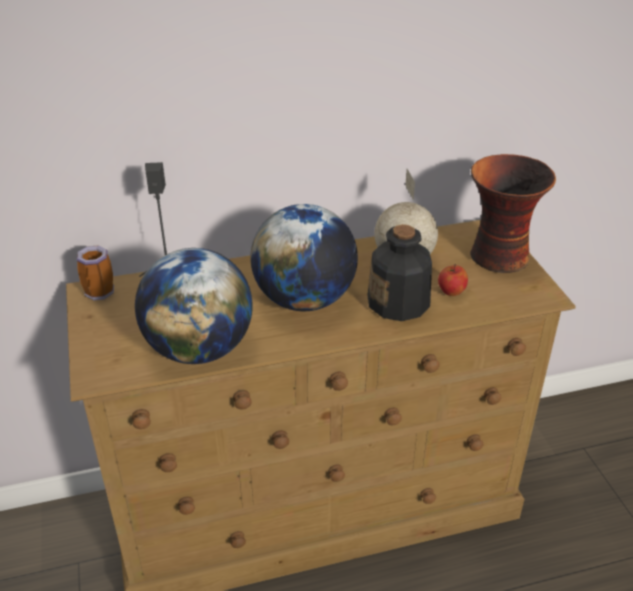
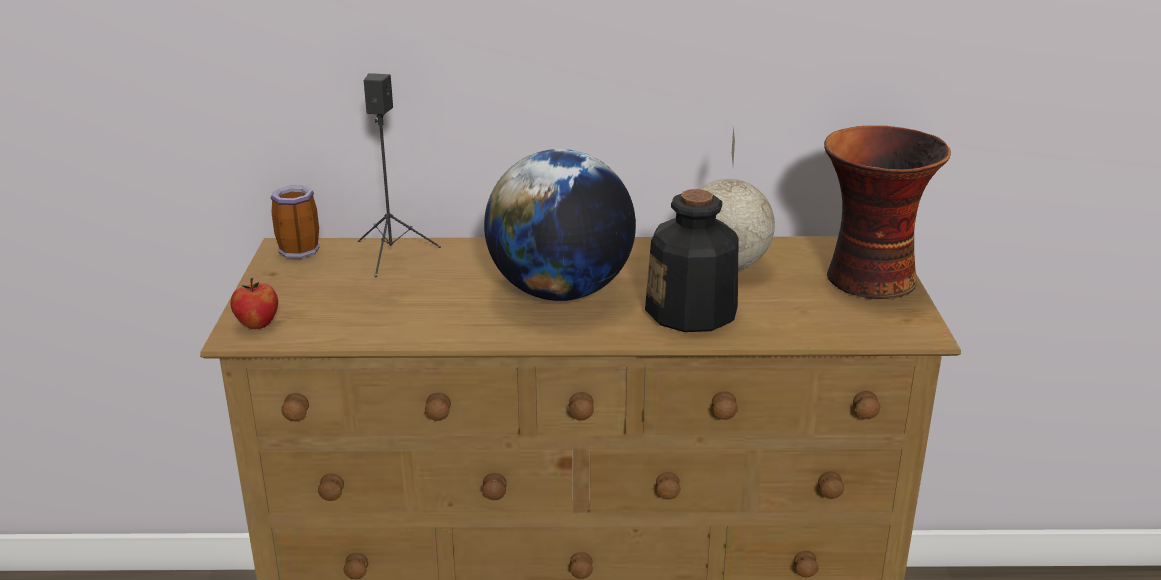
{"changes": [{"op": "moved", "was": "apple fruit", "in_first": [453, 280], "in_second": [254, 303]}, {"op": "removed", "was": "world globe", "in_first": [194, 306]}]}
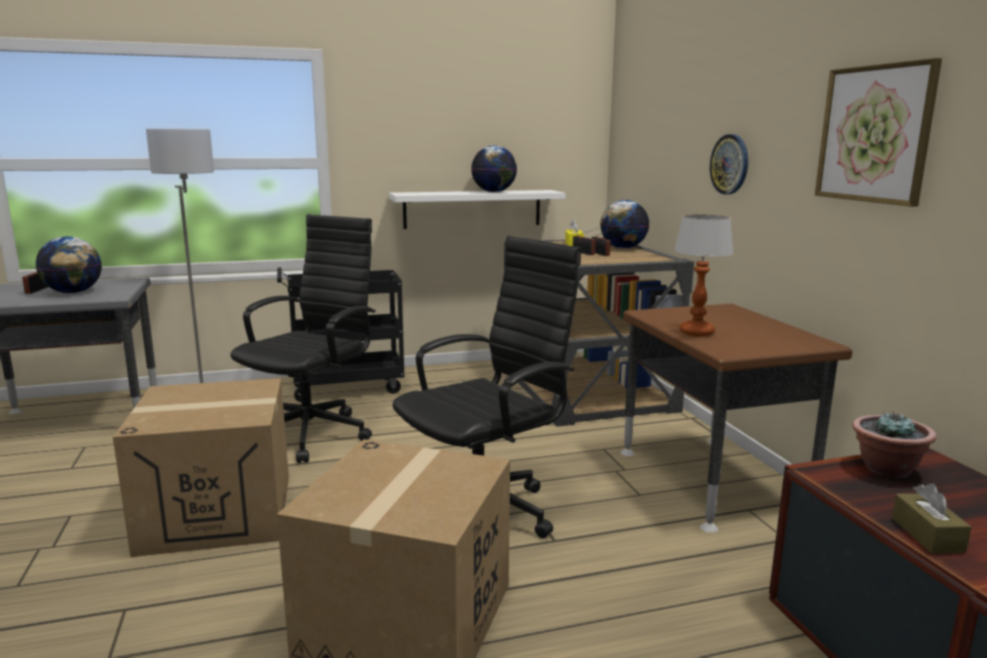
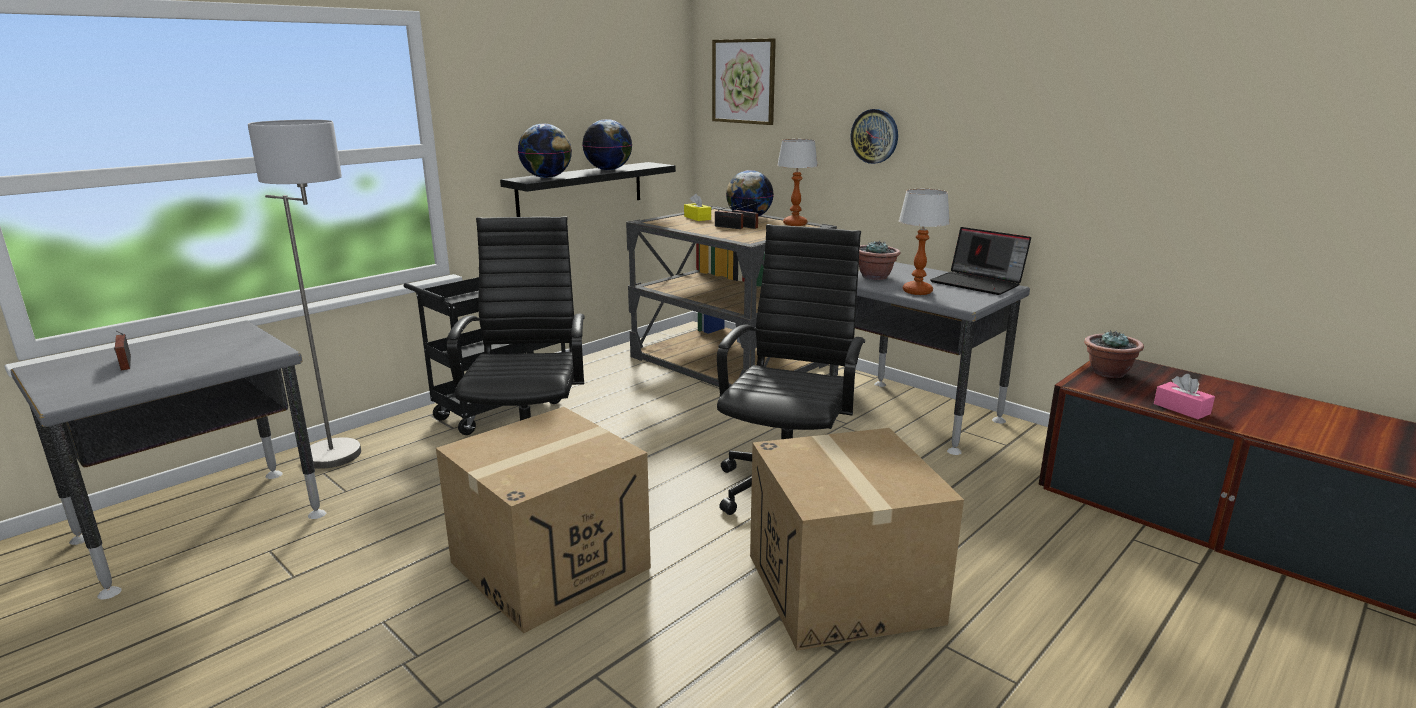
{"changes": [{"op": "recoloured", "was": "white wall shelf", "now": "black wall shelf", "in_first": [477, 209], "in_second": [588, 189]}, {"op": "moved", "was": "world globe", "in_first": [69, 264], "in_second": [545, 151]}, {"op": "moved", "was": "wall art", "in_first": [878, 132], "in_second": [744, 81]}, {"op": "added", "now": "lamp for a table", "in_second": [797, 182]}, {"op": "recoloured", "was": "brown desk unit", "now": "gray desk unit", "in_first": [736, 418], "in_second": [929, 358]}, {"op": "added", "now": "houseplant", "in_second": [879, 260]}, {"op": "added", "now": "laptop", "in_second": [980, 261]}, {"op": "recoloured", "was": "brown box of tissues", "now": "pink box of tissues", "in_first": [931, 518], "in_second": [1184, 396]}]}
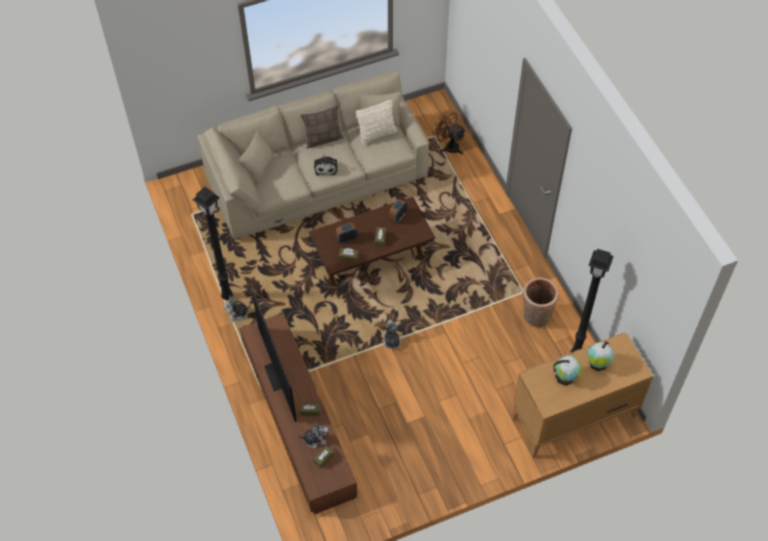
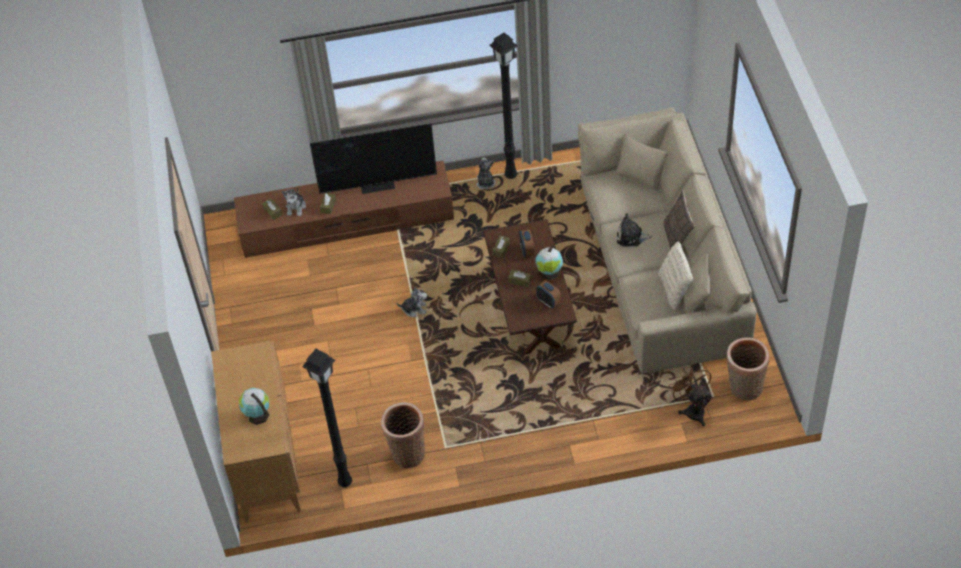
{"changes": [{"op": "moved", "was": "world globe", "in_first": [568, 370], "in_second": [549, 263]}, {"op": "turned", "was": "brown fan", "in_first": [449, 132], "in_second": [691, 395], "clockwise": -75}, {"op": "added", "now": "storage basket", "in_second": [747, 368]}]}
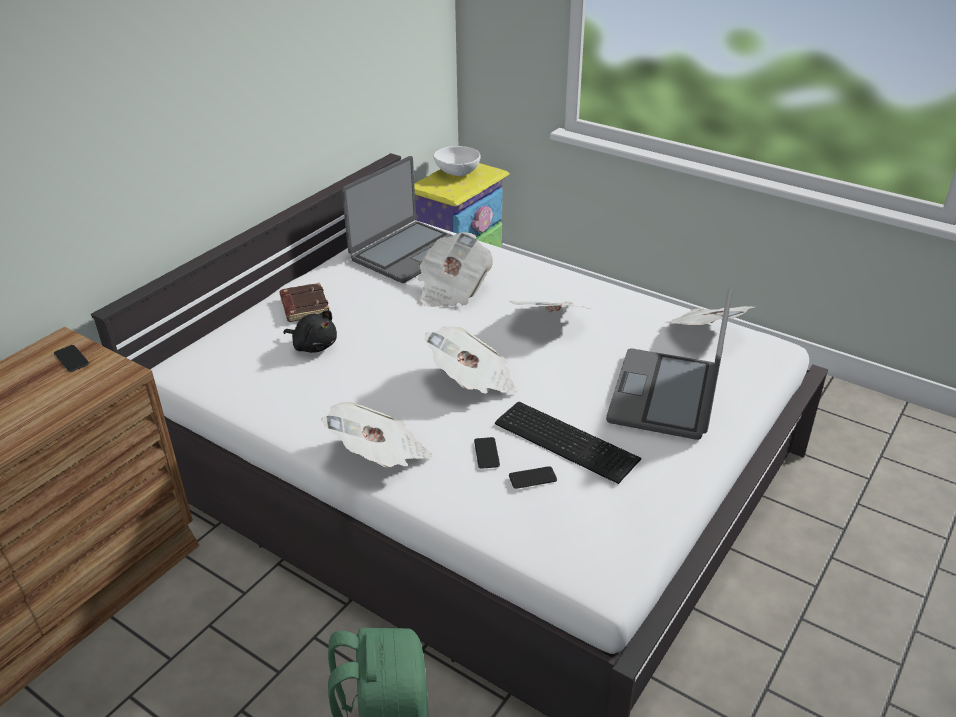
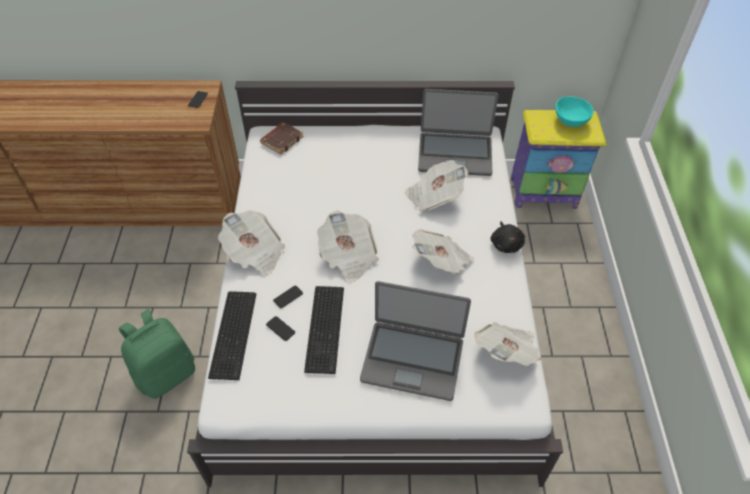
{"changes": [{"op": "added", "now": "PC keyboard", "in_second": [232, 335]}, {"op": "moved", "was": "brown bound book", "in_first": [304, 302], "in_second": [282, 138]}, {"op": "turned", "was": "laptop", "in_first": [669, 364], "in_second": [415, 341], "clockwise": -150}, {"op": "moved", "was": "black soft toy", "in_first": [310, 331], "in_second": [508, 237]}, {"op": "recoloured", "was": "white serving bowl", "now": "turquoise-coloured serving bowl", "in_first": [457, 161], "in_second": [574, 112]}]}
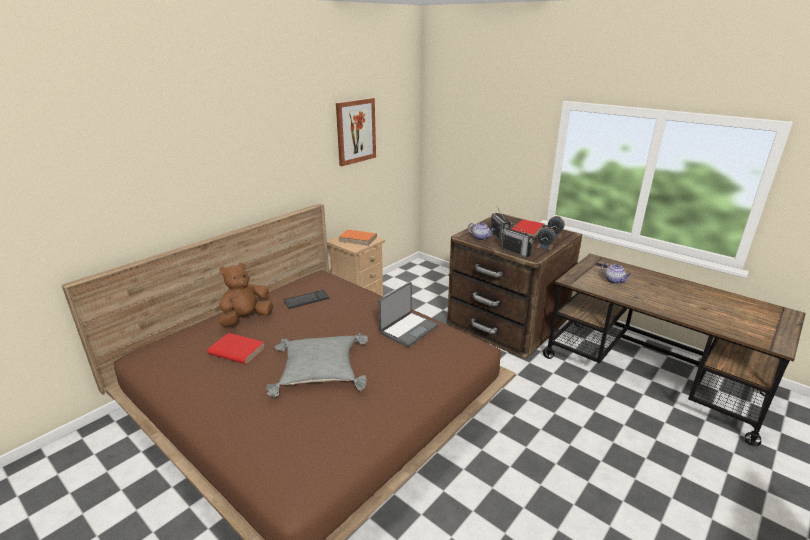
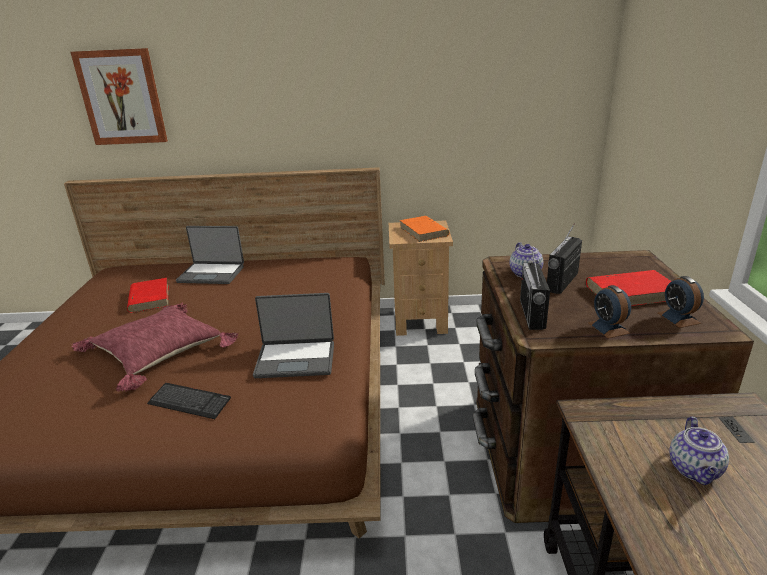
{"changes": [{"op": "moved", "was": "wall art", "in_first": [356, 132], "in_second": [119, 96]}, {"op": "recoloured", "was": "gray throw pillow", "now": "red throw pillow", "in_first": [317, 365], "in_second": [155, 347]}, {"op": "moved", "was": "PC keyboard", "in_first": [306, 299], "in_second": [189, 401]}, {"op": "replaced", "was": "brown soft toy", "now": "laptop", "in_first": [245, 294], "in_second": [210, 255]}]}
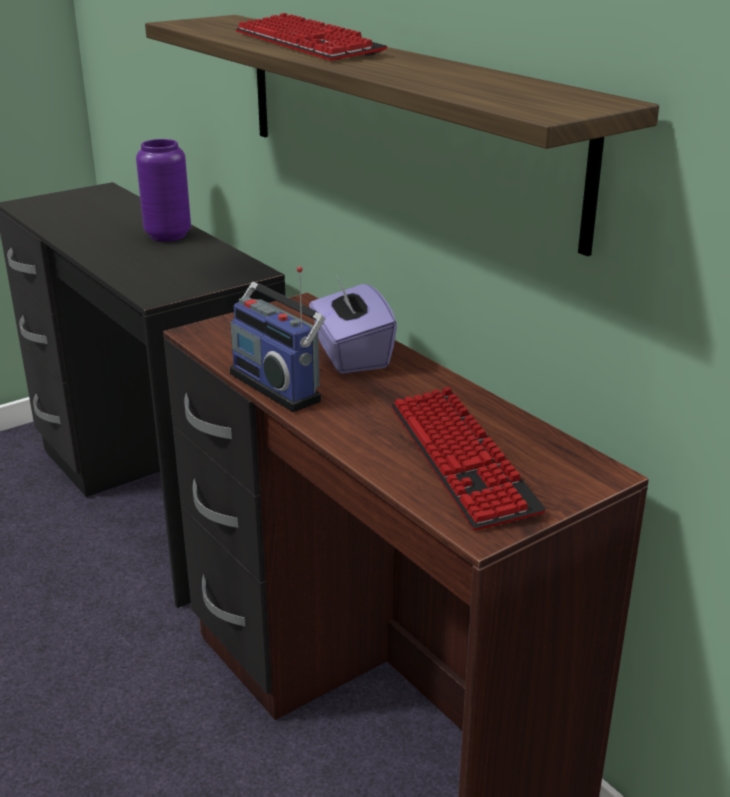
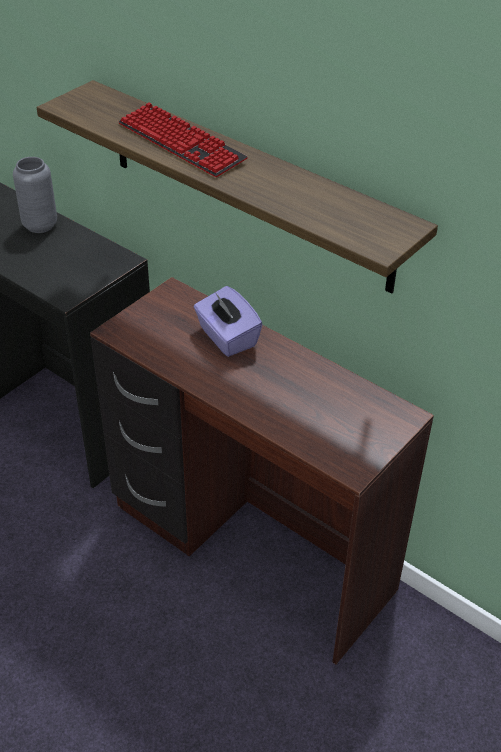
{"changes": [{"op": "recoloured", "was": "purplish vase", "now": "gray vase", "in_first": [163, 190], "in_second": [35, 195]}, {"op": "removed", "was": "radio set", "in_first": [277, 339]}, {"op": "removed", "was": "PC keyboard", "in_first": [468, 458]}]}
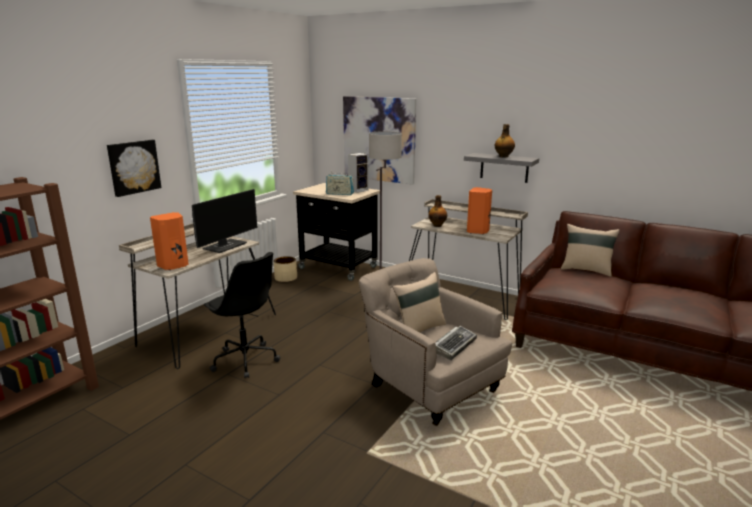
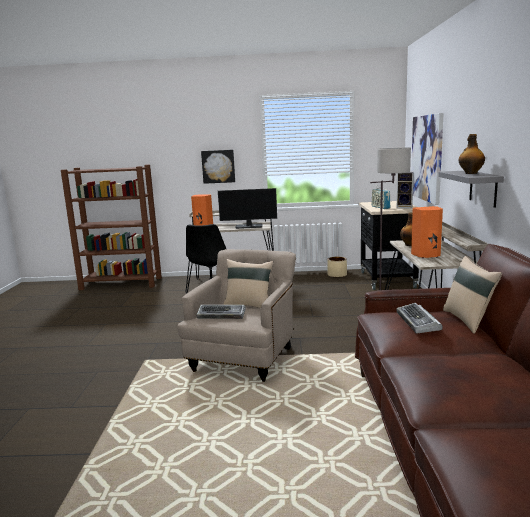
{"changes": [{"op": "added", "now": "PC keyboard", "in_second": [420, 318]}]}
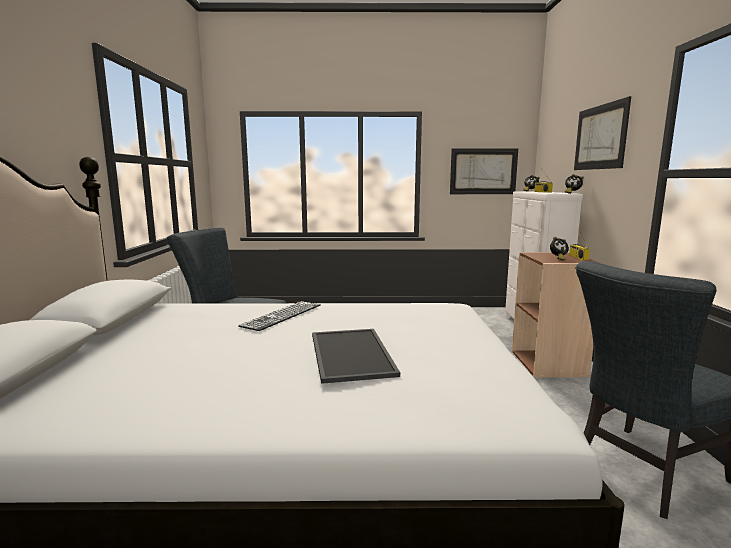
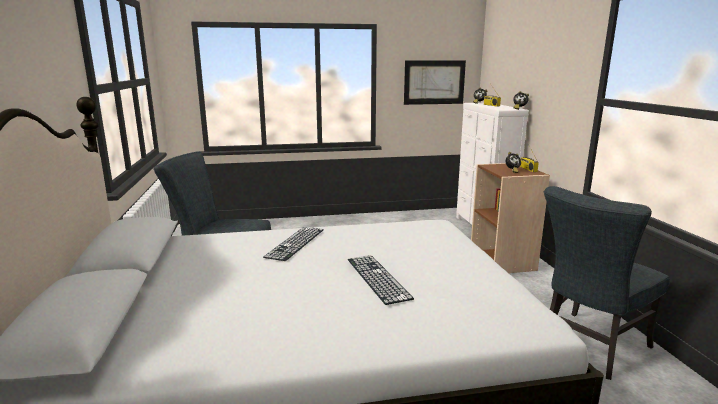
{"changes": [{"op": "replaced", "was": "tray", "now": "PC keyboard", "in_first": [356, 356], "in_second": [381, 280]}, {"op": "removed", "was": "wall art", "in_first": [602, 133]}]}
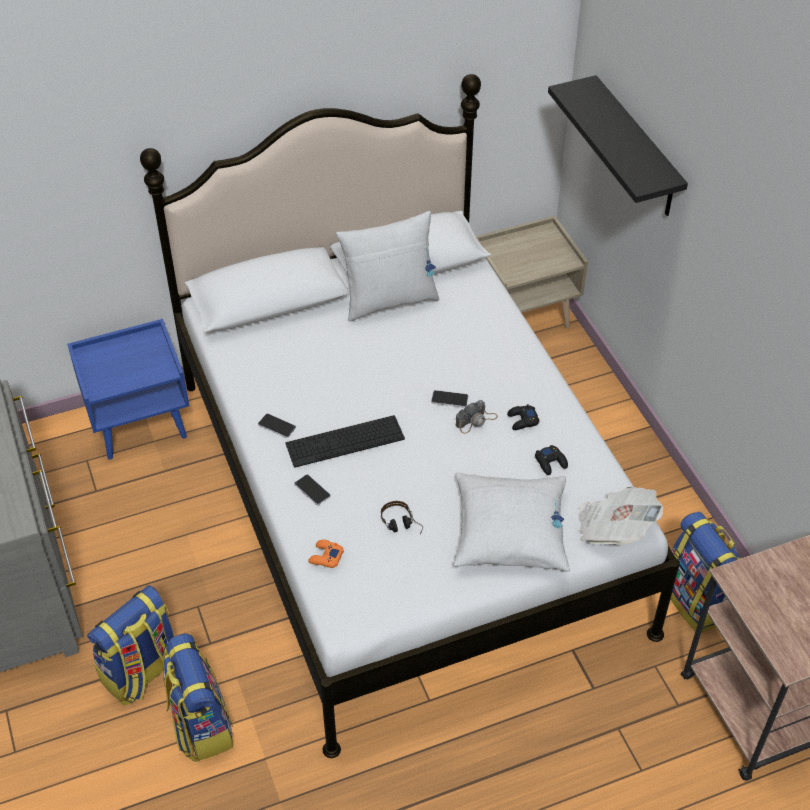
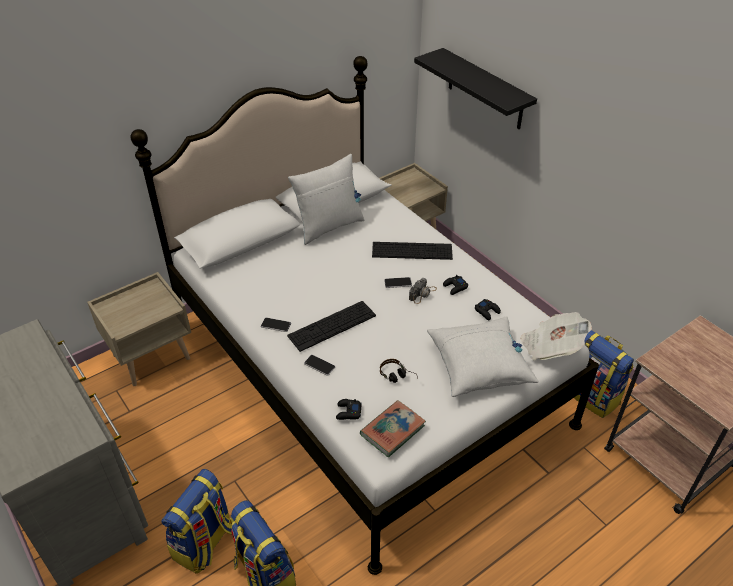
{"changes": [{"op": "recoloured", "was": "bluish bedside table", "now": "sand-coloured bedside table", "in_first": [128, 389], "in_second": [139, 329]}, {"op": "recoloured", "was": "orangey game controller", "now": "black game controller", "in_first": [326, 554], "in_second": [349, 409]}, {"op": "added", "now": "bound book", "in_second": [393, 428]}, {"op": "added", "now": "PC keyboard", "in_second": [412, 251]}]}
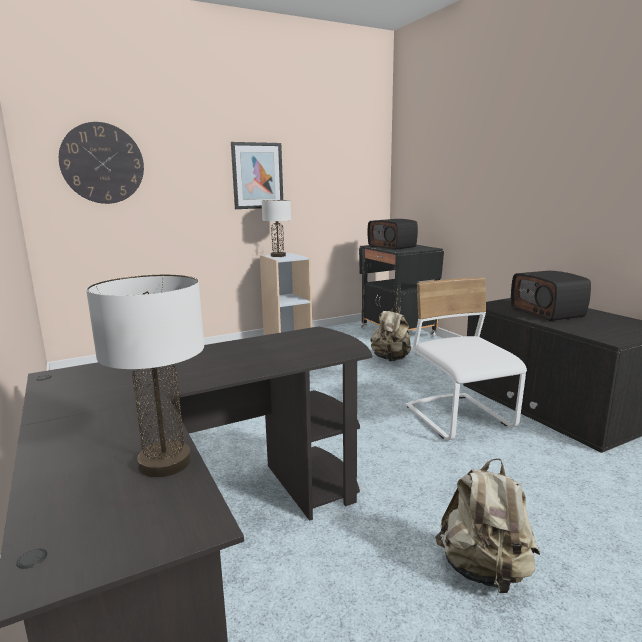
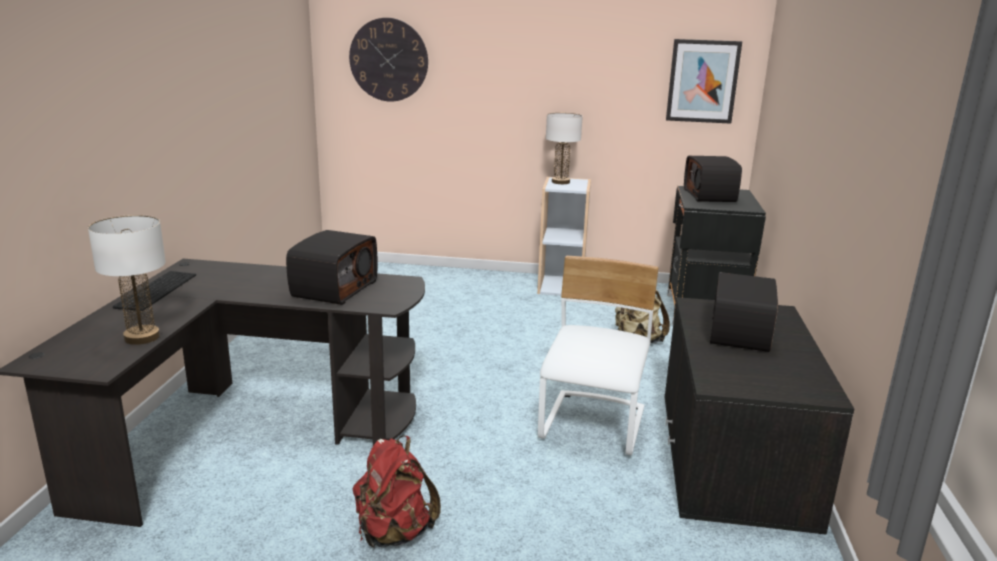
{"changes": [{"op": "added", "now": "PC keyboard", "in_second": [154, 291]}, {"op": "added", "now": "radio set", "in_second": [332, 267]}, {"op": "recoloured", "was": "sand-coloured backpack", "now": "red backpack", "in_first": [487, 525], "in_second": [397, 492]}, {"op": "moved", "was": "wall art", "in_first": [257, 175], "in_second": [704, 81]}]}
